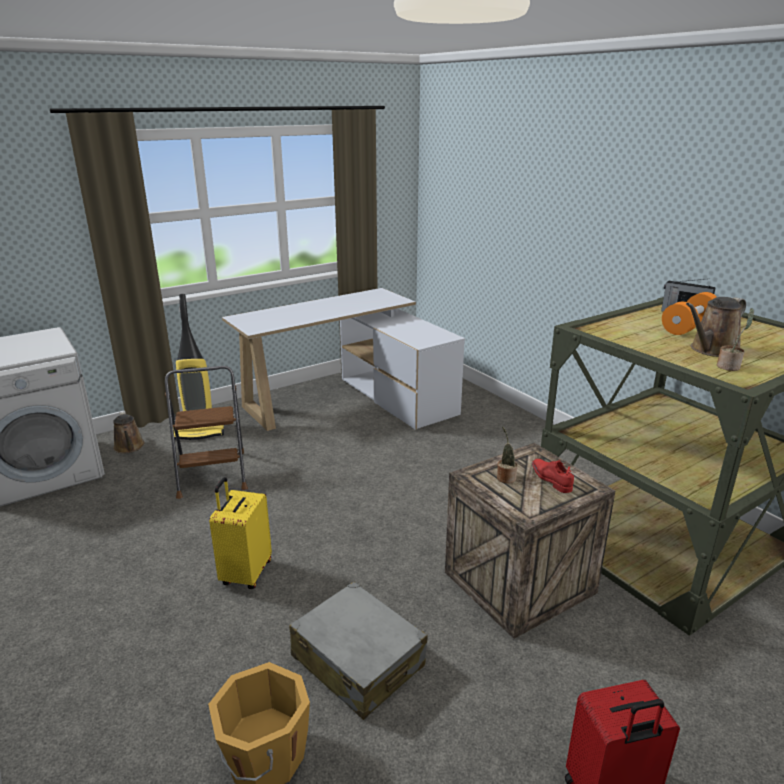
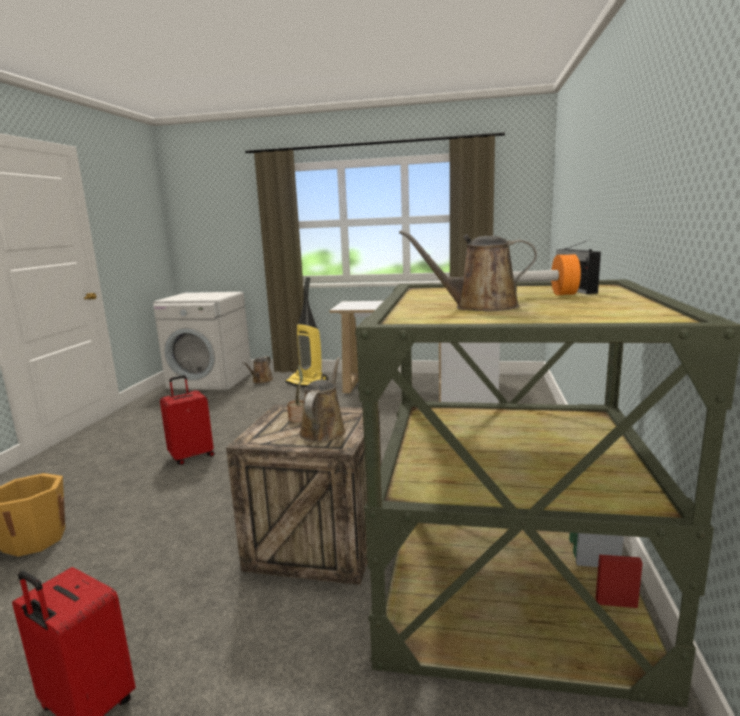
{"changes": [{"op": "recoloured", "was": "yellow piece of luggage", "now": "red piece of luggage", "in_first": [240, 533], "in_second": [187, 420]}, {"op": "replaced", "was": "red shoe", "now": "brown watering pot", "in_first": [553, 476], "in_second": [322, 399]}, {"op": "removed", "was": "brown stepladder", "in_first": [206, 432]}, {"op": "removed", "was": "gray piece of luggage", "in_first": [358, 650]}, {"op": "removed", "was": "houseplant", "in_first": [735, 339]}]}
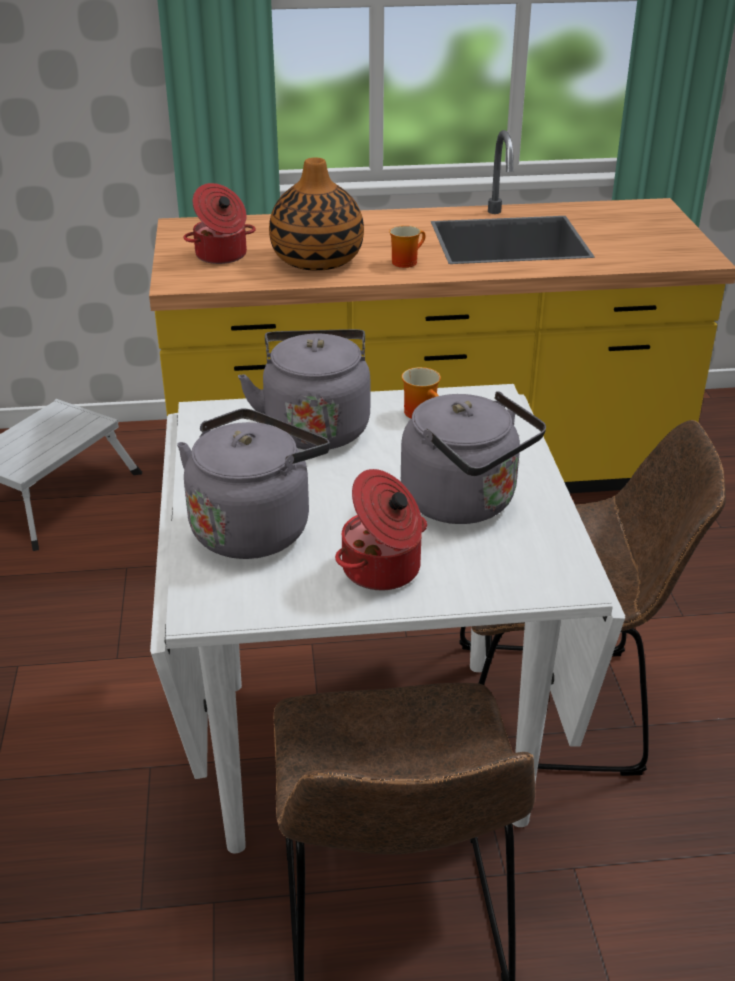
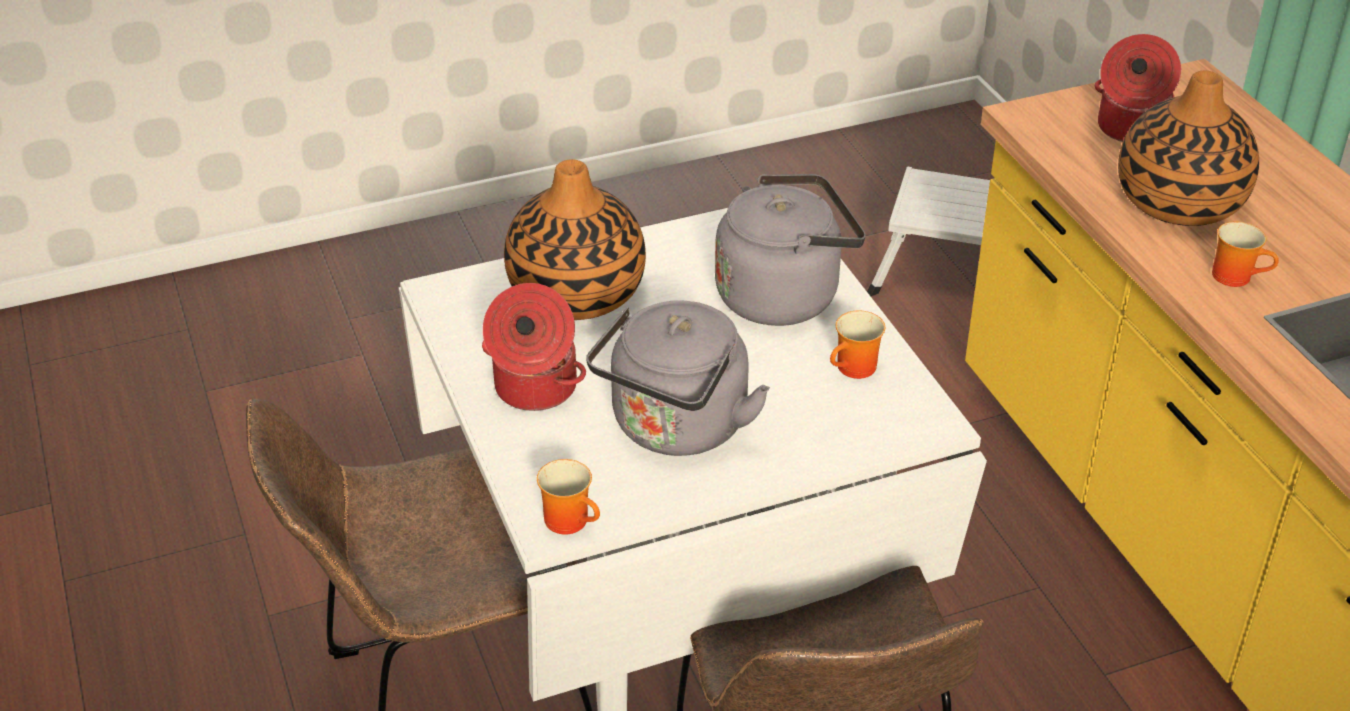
{"changes": [{"op": "replaced", "was": "gray water kettle", "now": "vase", "in_first": [253, 483], "in_second": [575, 239]}, {"op": "added", "now": "tea mug", "in_second": [568, 497]}]}
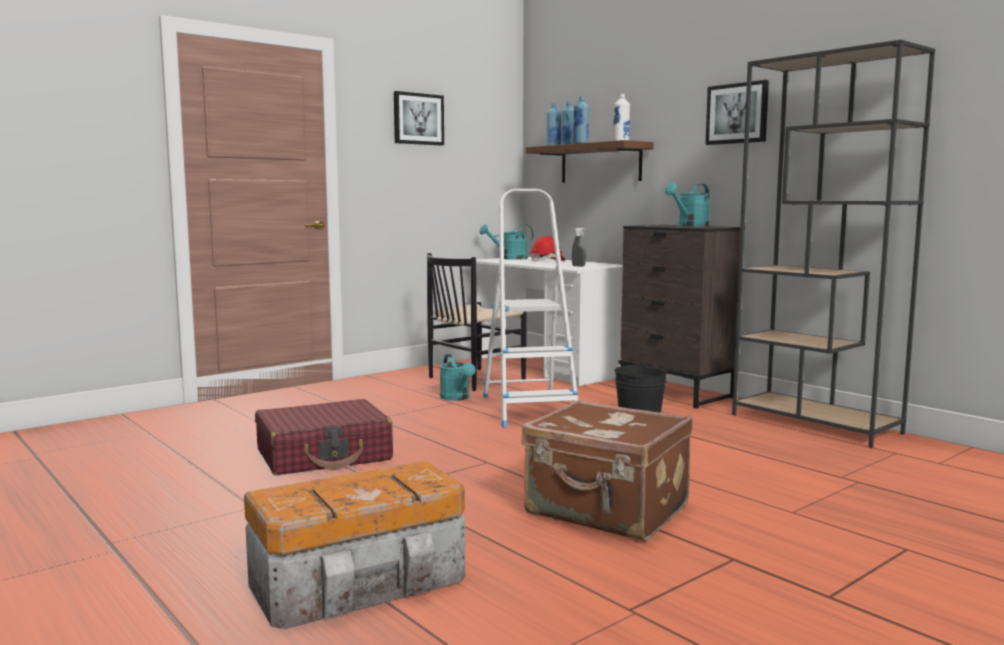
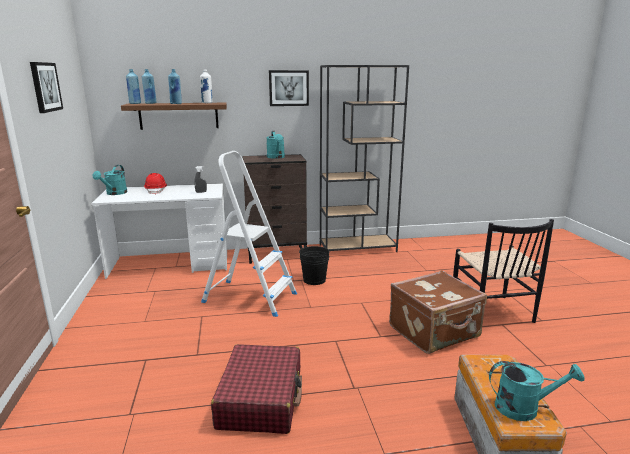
{"changes": [{"op": "moved", "was": "black plain chair", "in_first": [477, 322], "in_second": [503, 271]}, {"op": "moved", "was": "turquoise-coloured watering pot", "in_first": [457, 377], "in_second": [537, 391]}]}
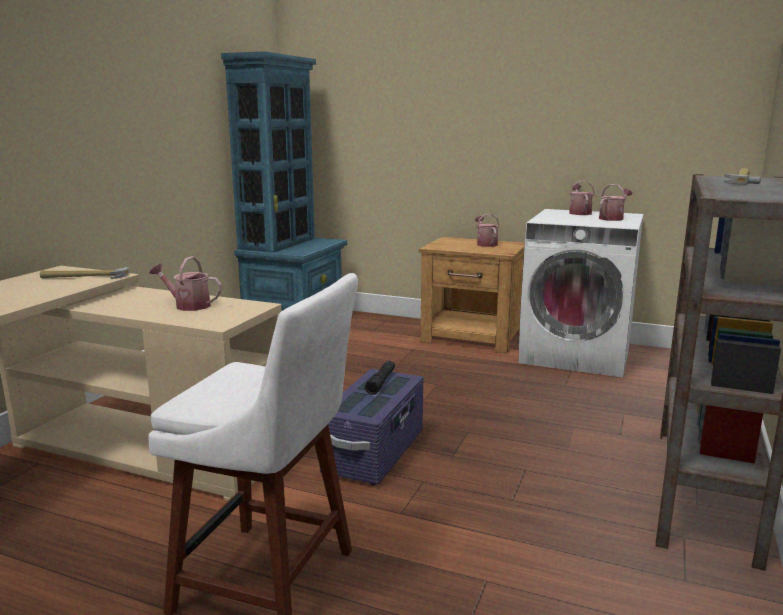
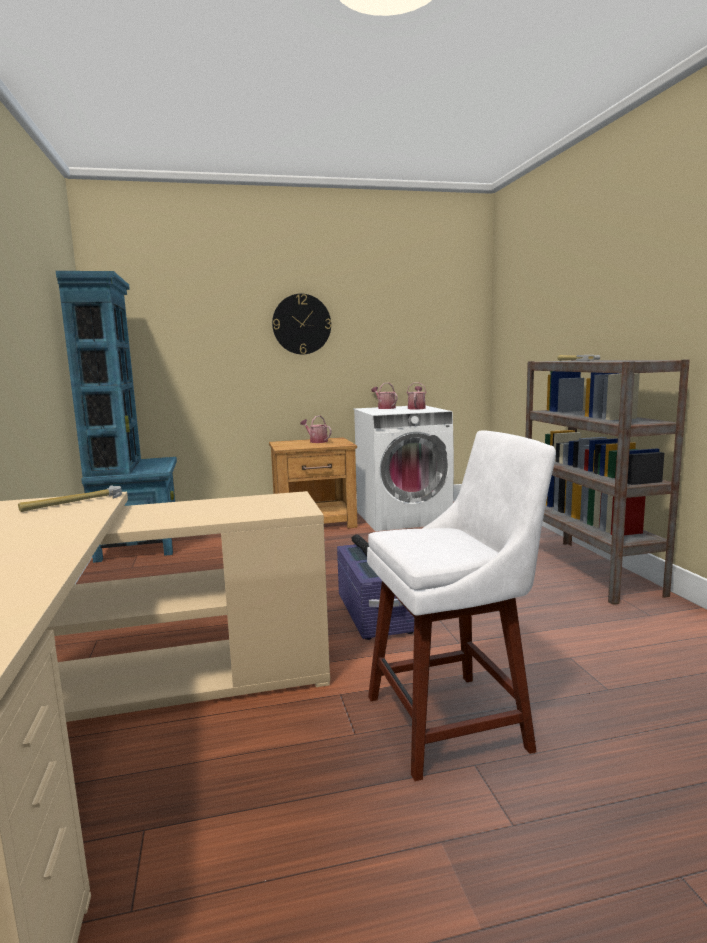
{"changes": [{"op": "added", "now": "wall clock", "in_second": [301, 324]}, {"op": "removed", "was": "watering pot", "in_first": [185, 283]}]}
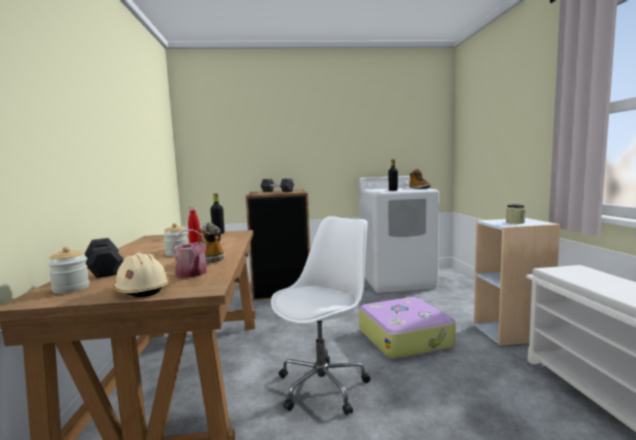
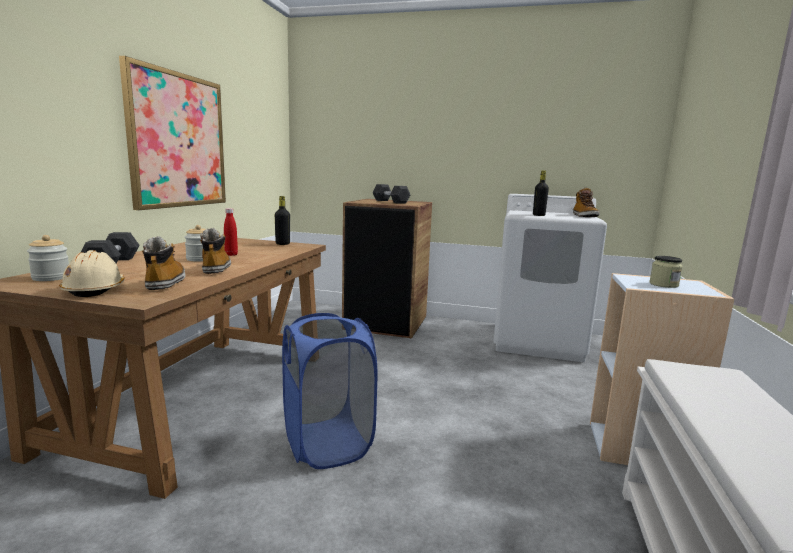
{"changes": [{"op": "added", "now": "wall art", "in_second": [172, 133]}, {"op": "replaced", "was": "watering pot", "now": "boot", "in_first": [189, 253], "in_second": [163, 263]}, {"op": "replaced", "was": "white computer chair", "now": "bluish hamper", "in_first": [321, 315], "in_second": [329, 391]}, {"op": "removed", "was": "piece of luggage", "in_first": [407, 328]}]}
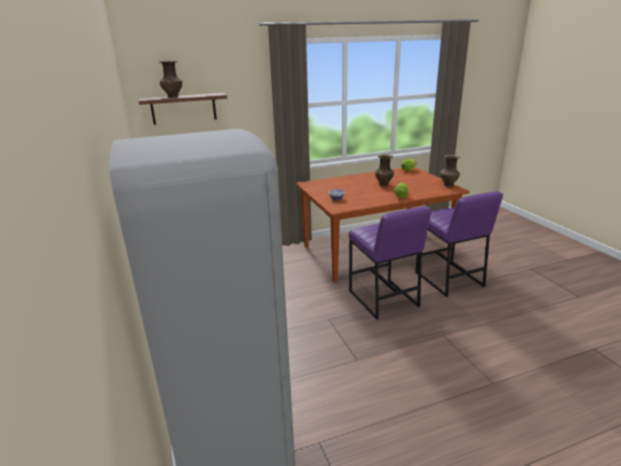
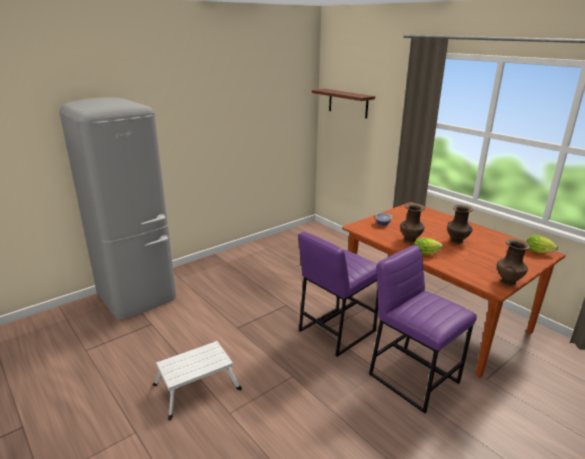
{"changes": [{"op": "added", "now": "white stepladder", "in_second": [197, 380]}, {"op": "turned", "was": "purplish plain chair", "in_first": [459, 244], "in_second": [423, 329], "clockwise": 90}, {"op": "moved", "was": "brown vase", "in_first": [170, 79], "in_second": [412, 223]}]}
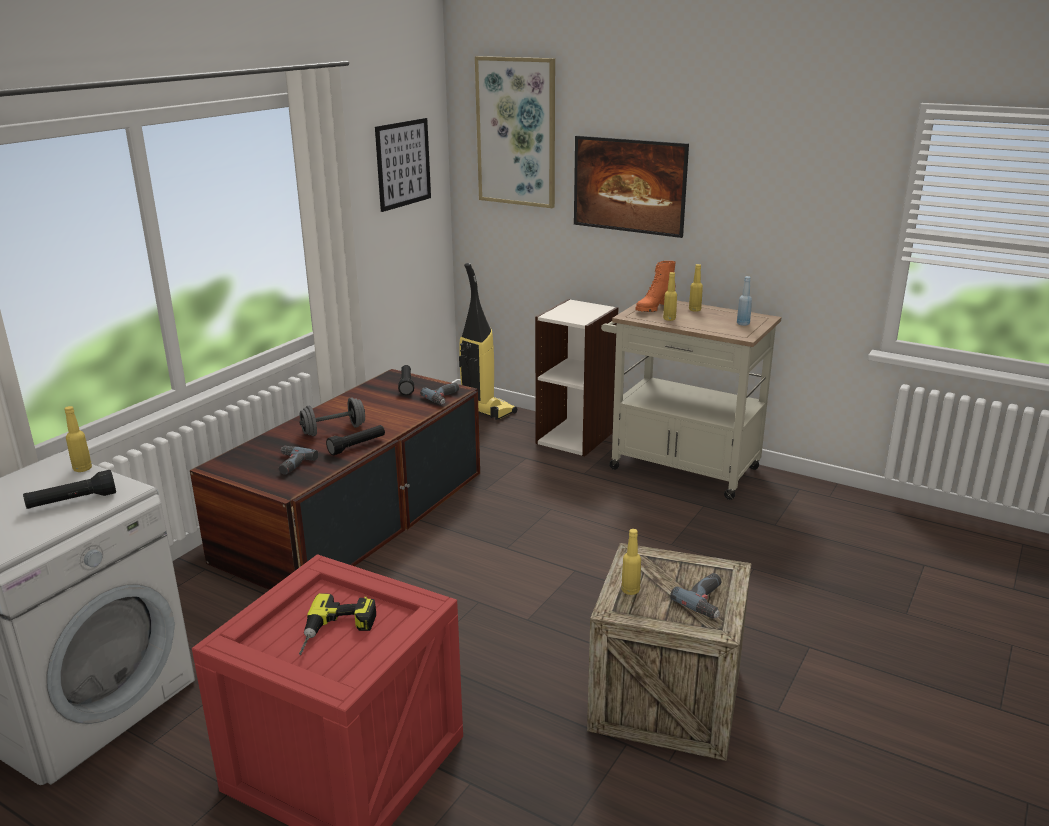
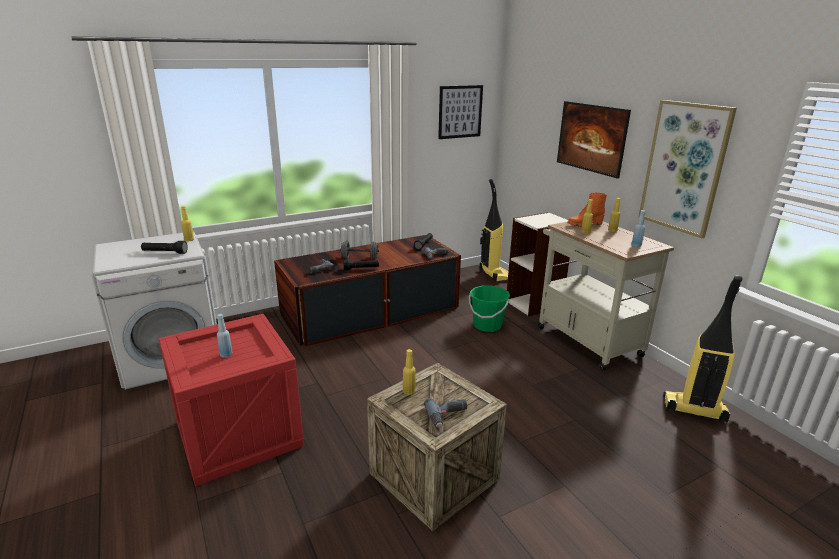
{"changes": [{"op": "replaced", "was": "power drill", "now": "bluish drink bottle", "in_first": [337, 624], "in_second": [225, 336]}, {"op": "added", "now": "green pail", "in_second": [489, 309]}, {"op": "moved", "was": "wall art", "in_first": [515, 132], "in_second": [688, 169]}, {"op": "added", "now": "vacuum", "in_second": [702, 349]}]}
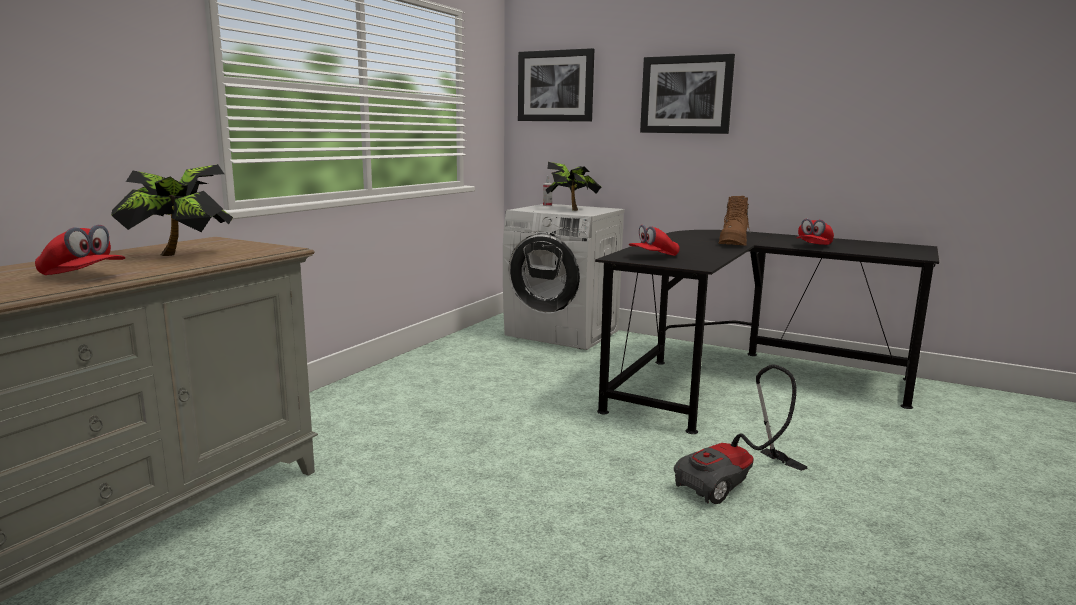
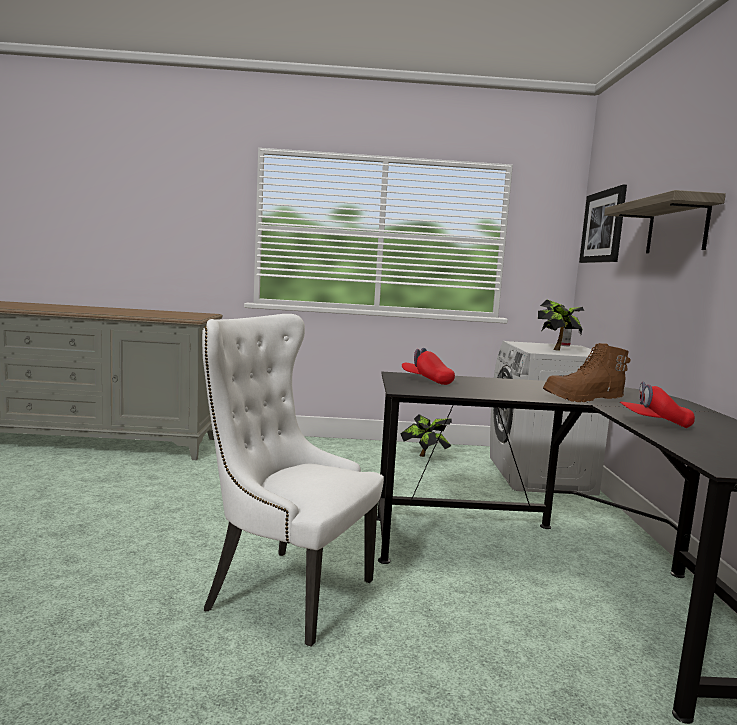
{"changes": [{"op": "replaced", "was": "vacuum", "now": "white plain chair", "in_first": [741, 434], "in_second": [293, 480]}, {"op": "moved", "was": "houseplant", "in_first": [172, 210], "in_second": [425, 435]}, {"op": "replaced", "was": "wall art", "now": "wall shelf", "in_first": [687, 94], "in_second": [665, 221]}, {"op": "removed", "was": "red cap", "in_first": [80, 250]}]}
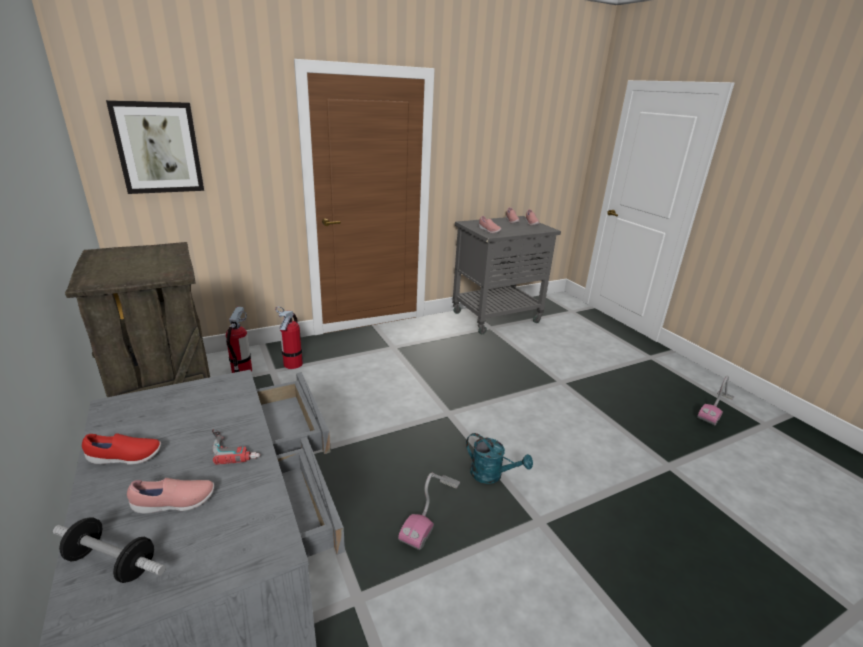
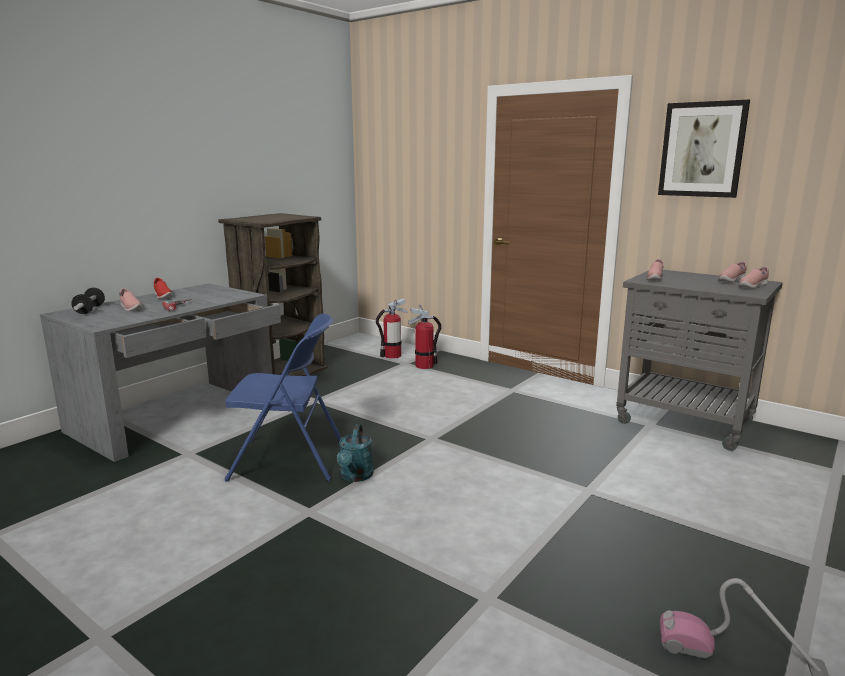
{"changes": [{"op": "replaced", "was": "vacuum", "now": "bluish plain chair", "in_first": [429, 511], "in_second": [283, 398]}, {"op": "moved", "was": "wall art", "in_first": [155, 147], "in_second": [704, 149]}]}
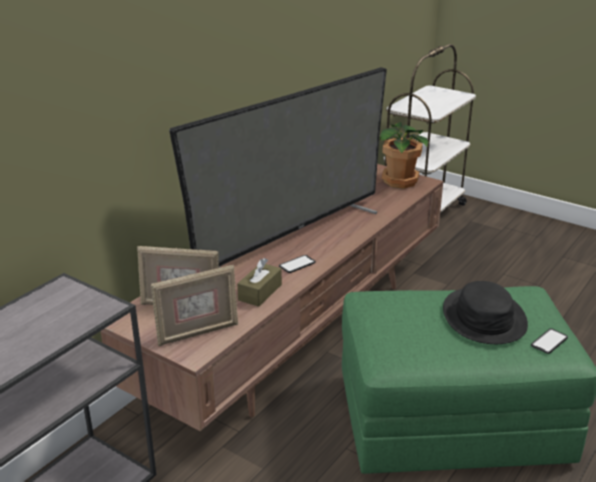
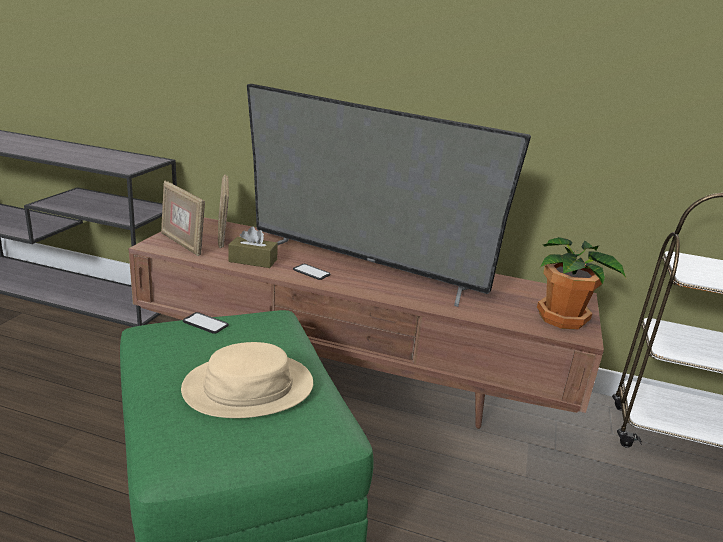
{"changes": [{"op": "recoloured", "was": "black clothing hat", "now": "sand-coloured clothing hat", "in_first": [485, 312], "in_second": [247, 380]}, {"op": "moved", "was": "telephone", "in_first": [549, 341], "in_second": [206, 323]}]}
